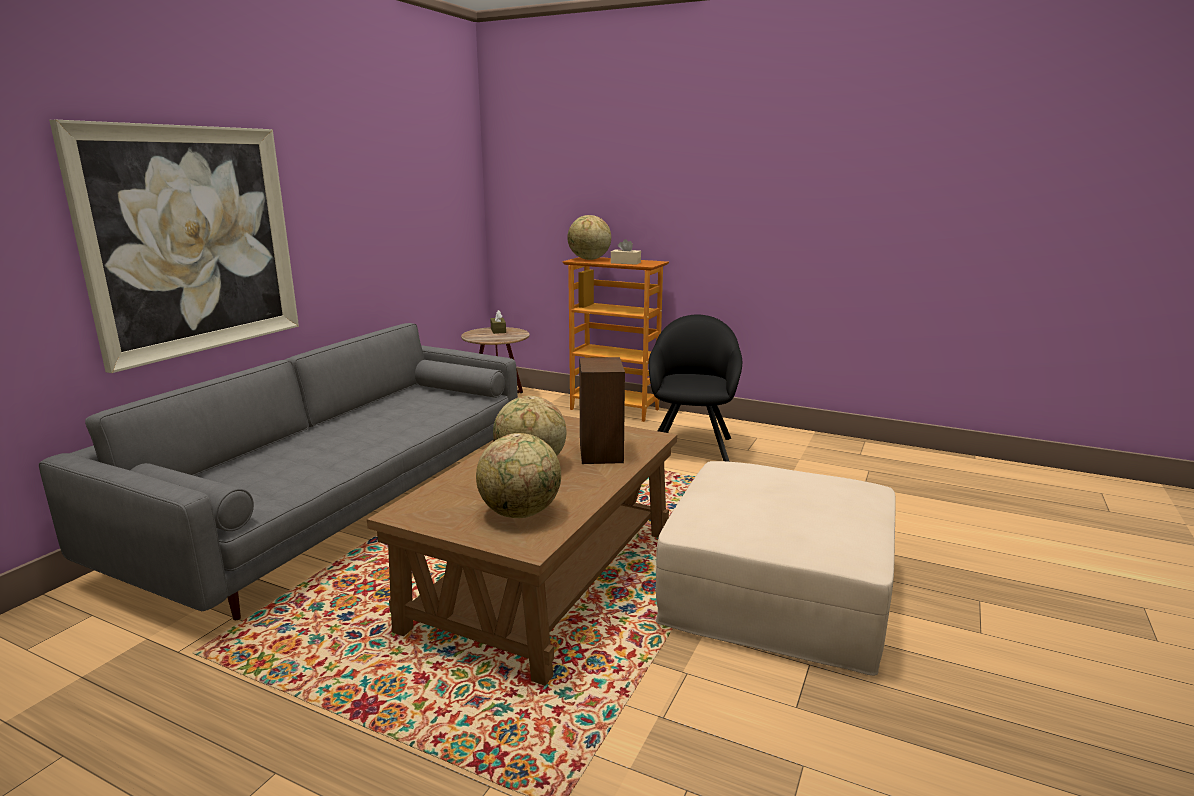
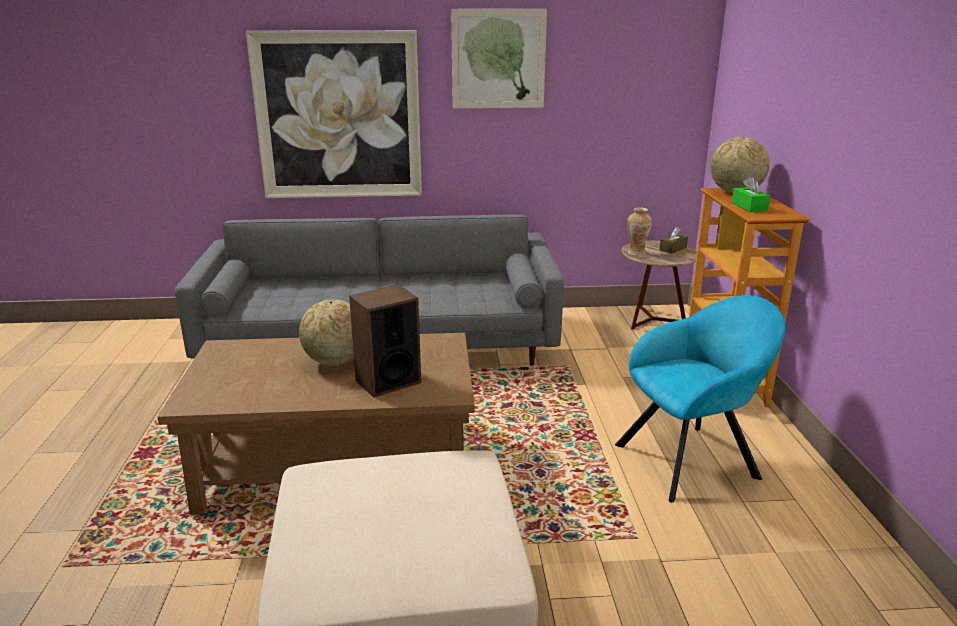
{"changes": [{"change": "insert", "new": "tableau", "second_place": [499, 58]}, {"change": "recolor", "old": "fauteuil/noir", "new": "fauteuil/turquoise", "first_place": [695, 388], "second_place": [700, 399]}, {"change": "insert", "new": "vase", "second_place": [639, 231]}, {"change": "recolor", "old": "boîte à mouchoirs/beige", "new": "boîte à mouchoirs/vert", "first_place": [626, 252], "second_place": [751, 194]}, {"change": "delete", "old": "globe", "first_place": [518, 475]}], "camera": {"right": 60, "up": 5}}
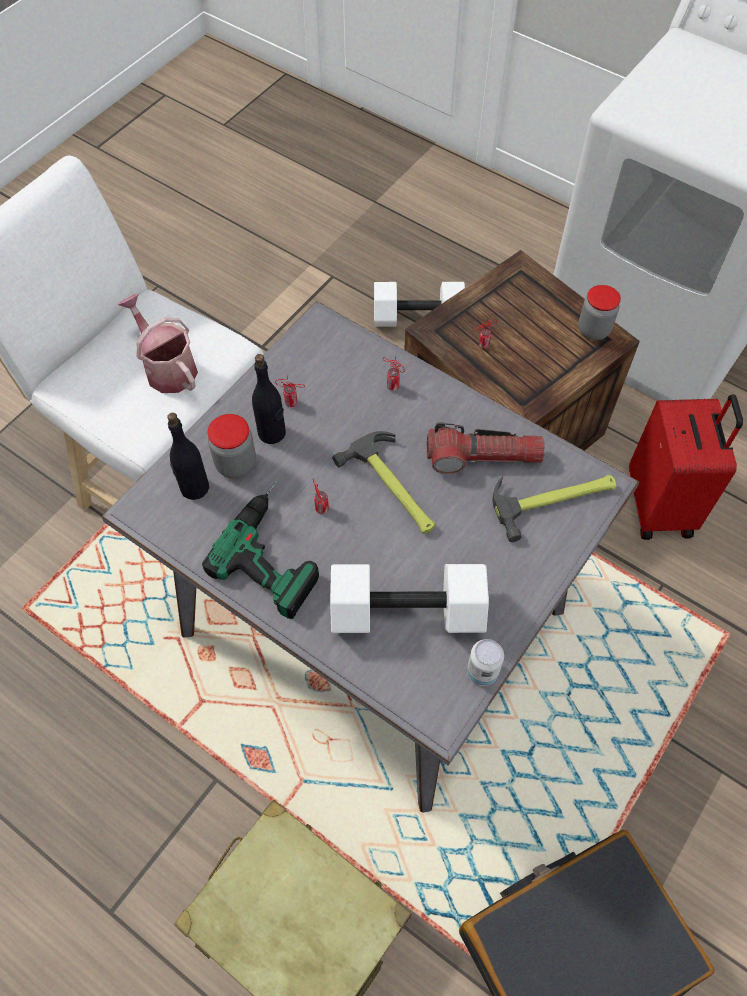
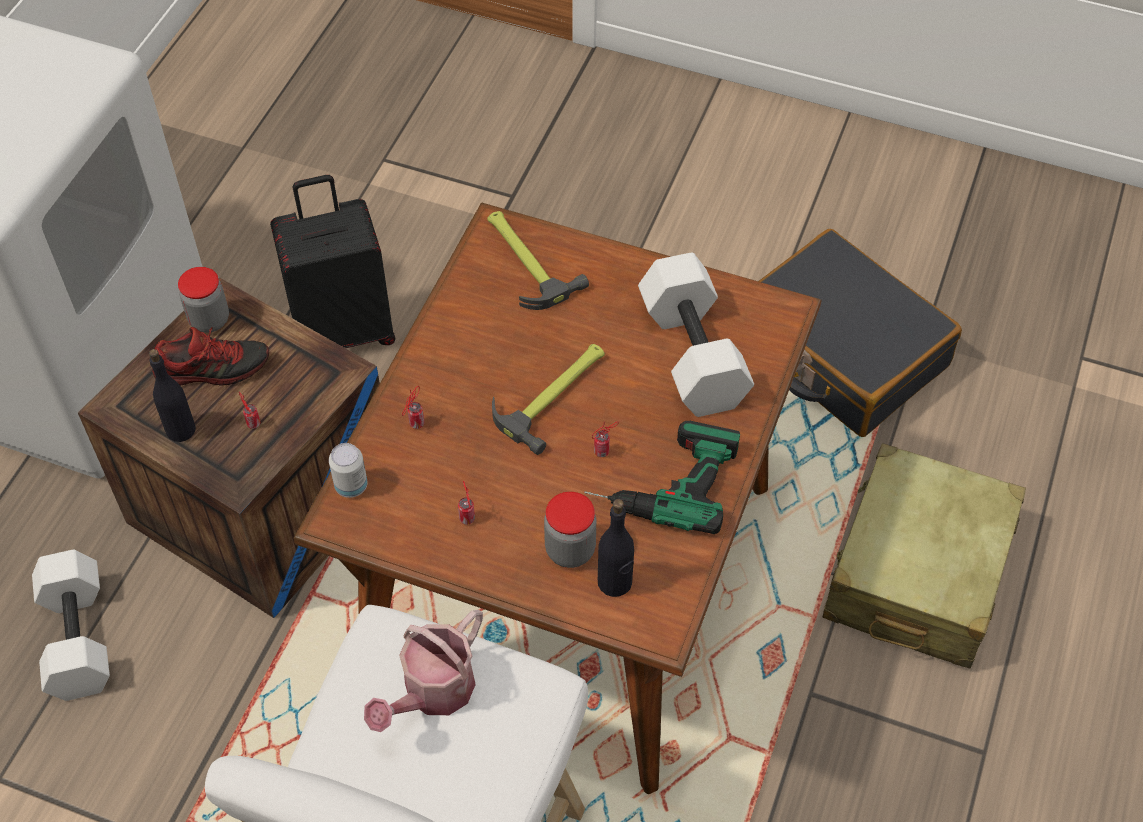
{"changes": [{"change": "move", "old": "bouteille/noir", "first_place": [269, 399], "second_place": [172, 395]}, {"change": "insert", "new": "chaussure", "second_place": [210, 356]}, {"change": "recolor", "old": "valise/rouge", "new": "valise/noir", "first_place": [686, 467], "second_place": [332, 261]}, {"change": "recolor", "old": "table à manger/gris", "new": "table à manger/marron", "first_place": [370, 557], "second_place": [557, 498]}, {"change": "move", "old": "boîte métallique", "first_place": [485, 662], "second_place": [348, 470]}, {"change": "delete", "old": "lampe de poche", "first_place": [485, 448]}], "camera": {"right": -105, "up": -5}}
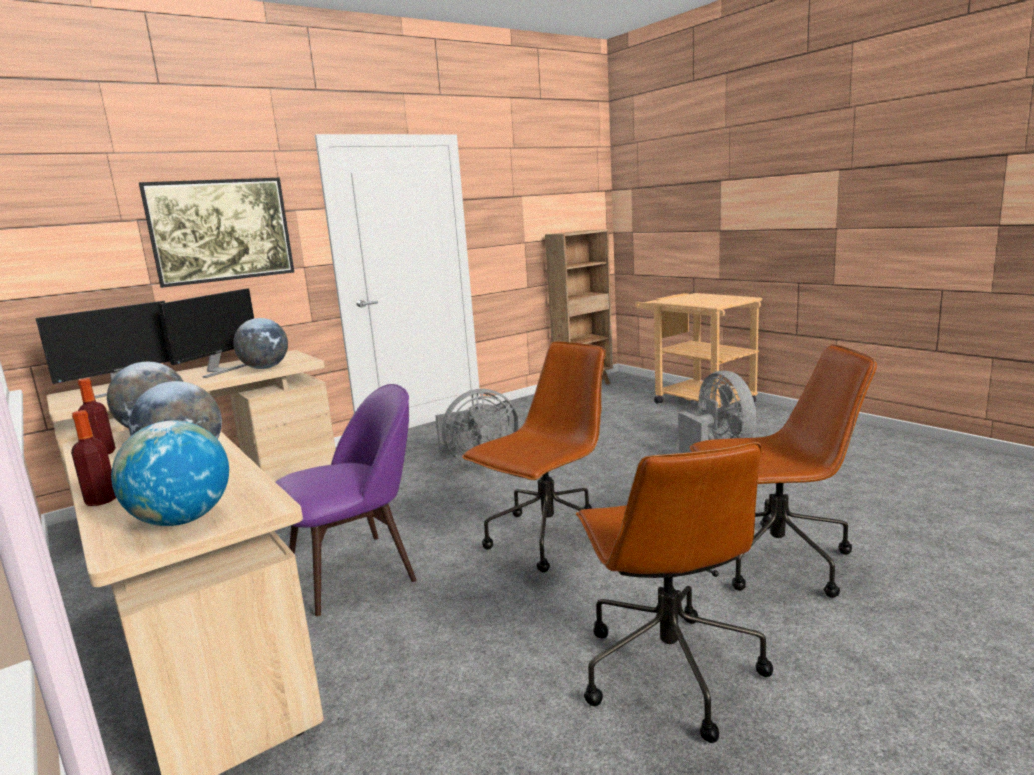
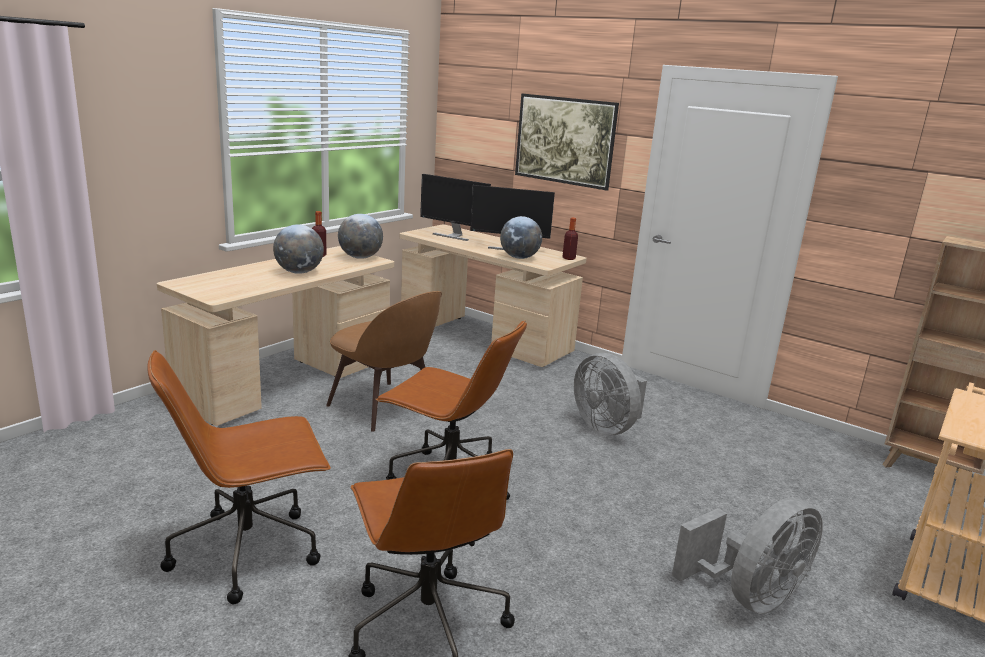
{"changes": [{"change": "recolor", "old": "chaise/violet", "new": "chaise/marron", "first_place": [346, 500], "second_place": [384, 361]}, {"change": "move", "old": "bouteille", "first_place": [93, 458], "second_place": [570, 239]}, {"change": "delete", "old": "globe", "first_place": [170, 473]}], "camera": {"right": 70, "up": 5}}
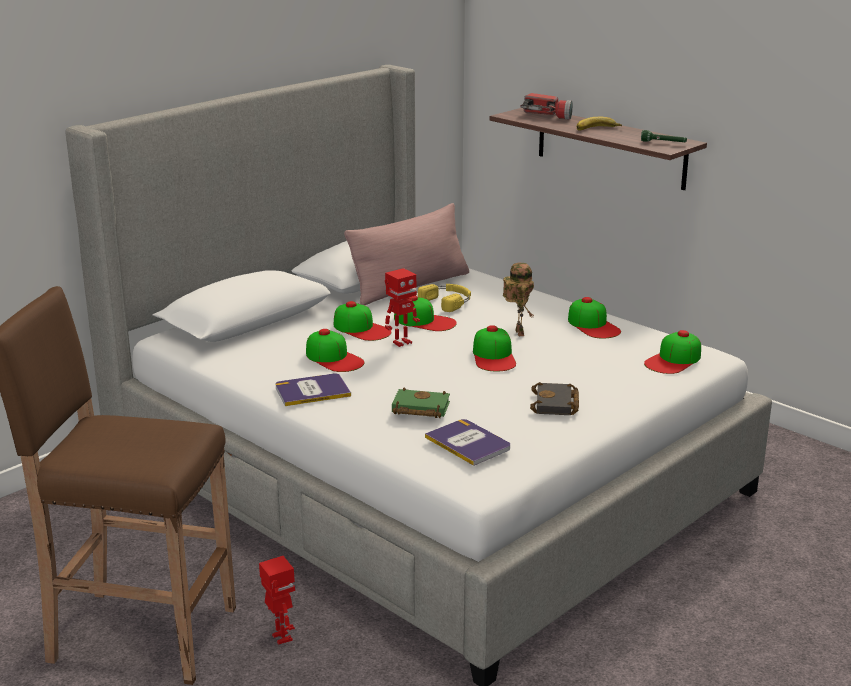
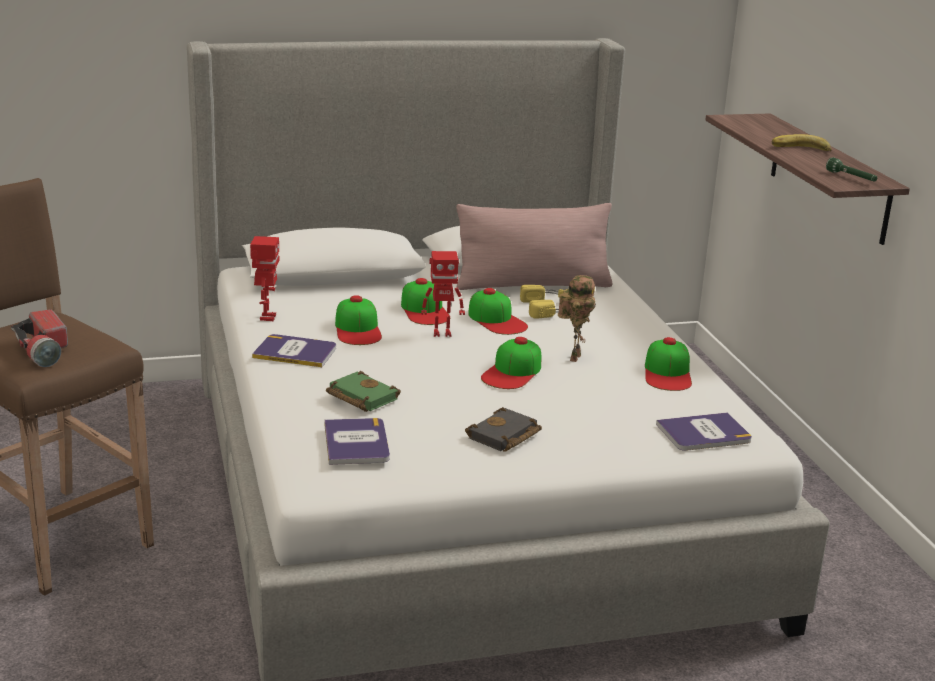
{"changes": [{"change": "move", "old": "lampe de poche", "first_place": [546, 106], "second_place": [39, 338]}, {"change": "move", "old": "robot jouet", "first_place": [277, 600], "second_place": [265, 278]}, {"change": "replace", "old": "casquette", "new": "livre", "first_place": [672, 352], "second_place": [704, 431]}], "camera": {"right": 30, "up": 0}}
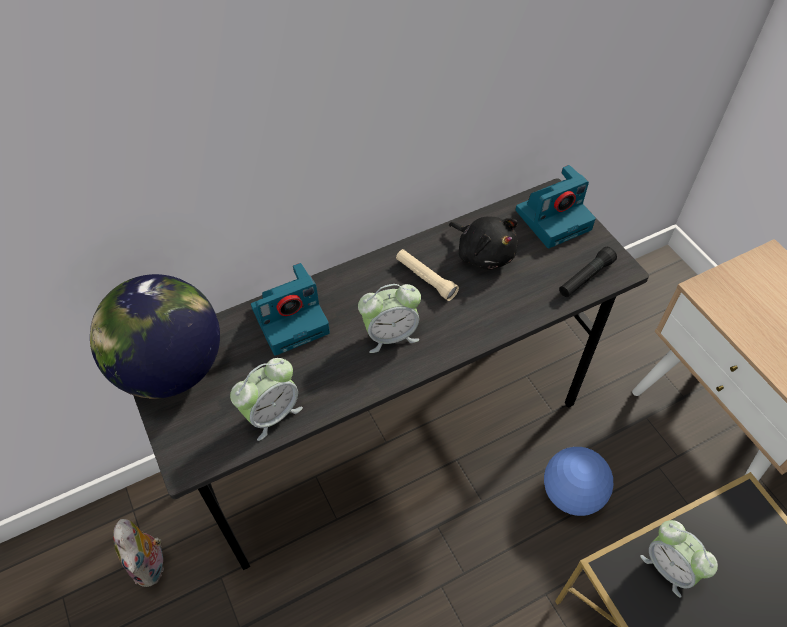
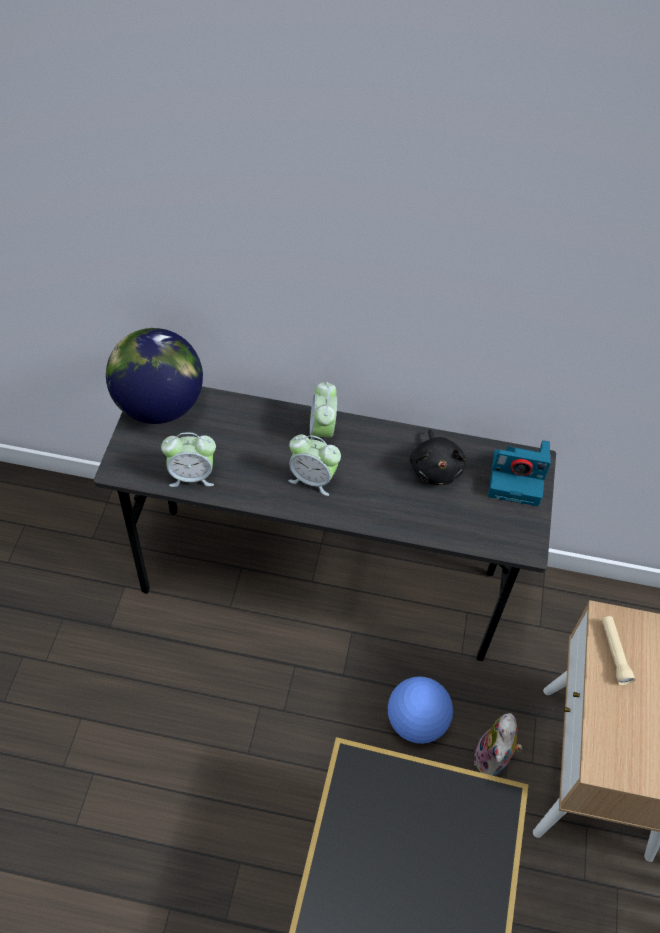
{"changes": [{"change": "move", "old": "réveil", "first_place": [679, 559], "second_place": [323, 411]}, {"change": "move", "old": "peluche", "first_place": [139, 553], "second_place": [498, 744]}, {"change": "move", "old": "lampe de poche/beige", "first_place": [427, 275], "second_place": [618, 650]}, {"change": "delete", "old": "appareil photo", "first_place": [290, 309]}, {"change": "delete", "old": "lampe de poche/noir", "first_place": [588, 272]}], "camera": {"right": 35, "up": 0}}
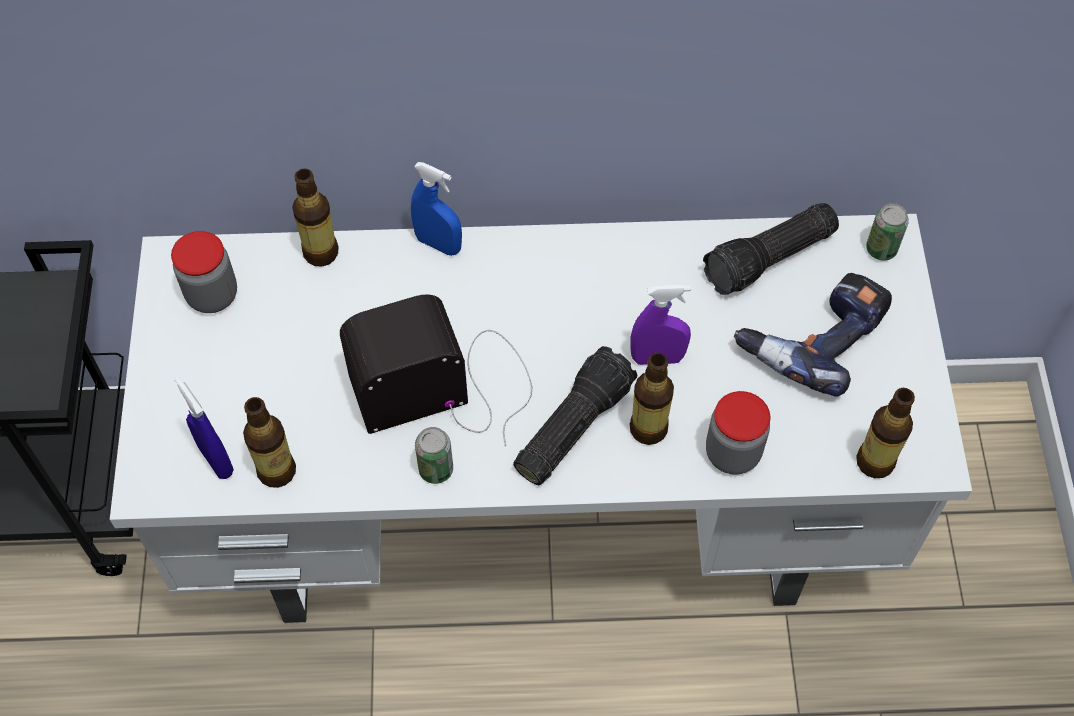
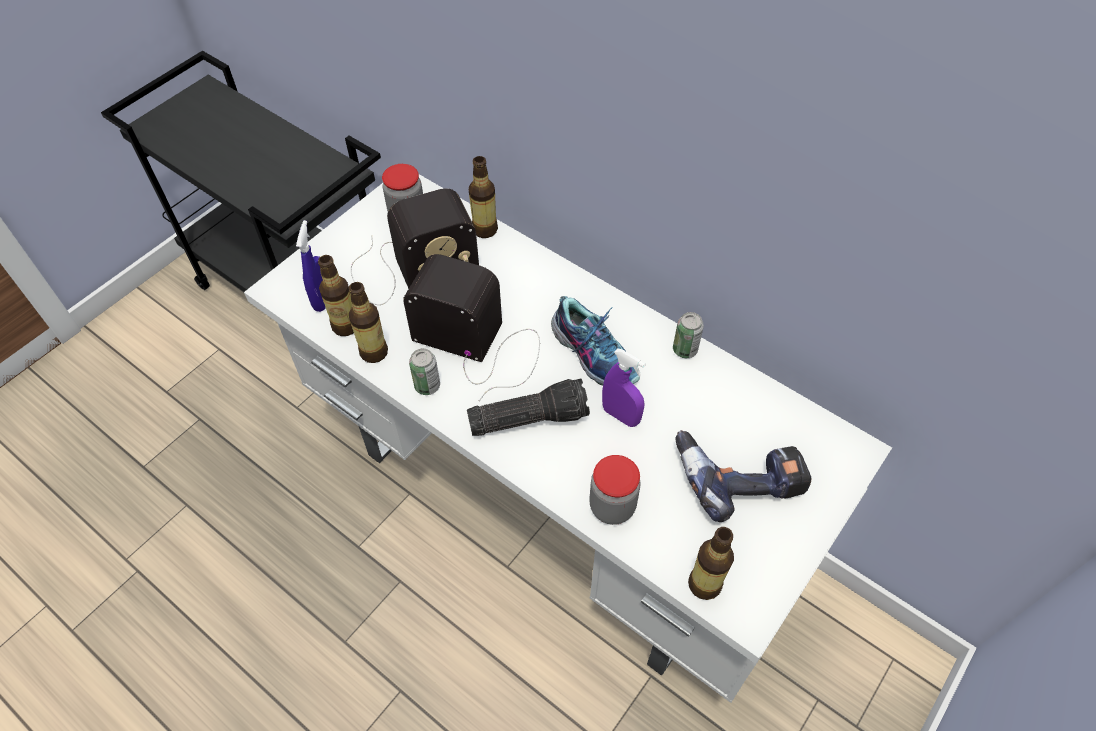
{"changes": [{"change": "move", "old": "bouteille", "first_place": [651, 399], "second_place": [368, 322]}, {"change": "insert", "new": "radio", "second_place": [415, 246]}, {"change": "insert", "new": "chaussure", "second_place": [595, 340]}, {"change": "move", "old": "boîte métallique", "first_place": [887, 232], "second_place": [688, 335]}, {"change": "delete", "old": "vaporisateur/bleu", "first_place": [436, 209]}, {"change": "delete", "old": "lampe de poche", "first_place": [771, 249]}], "camera": {"right": 40, "up": -5}}
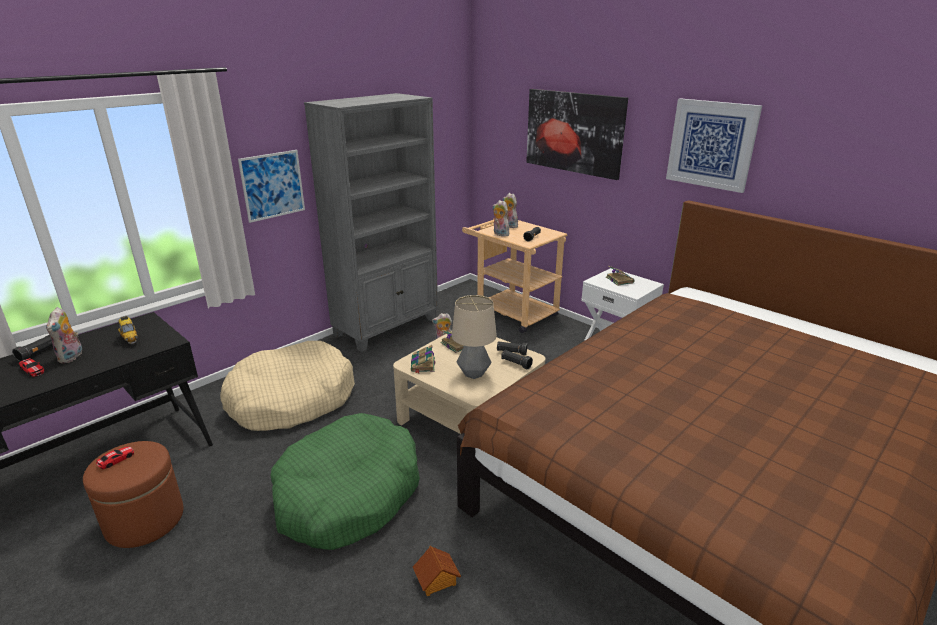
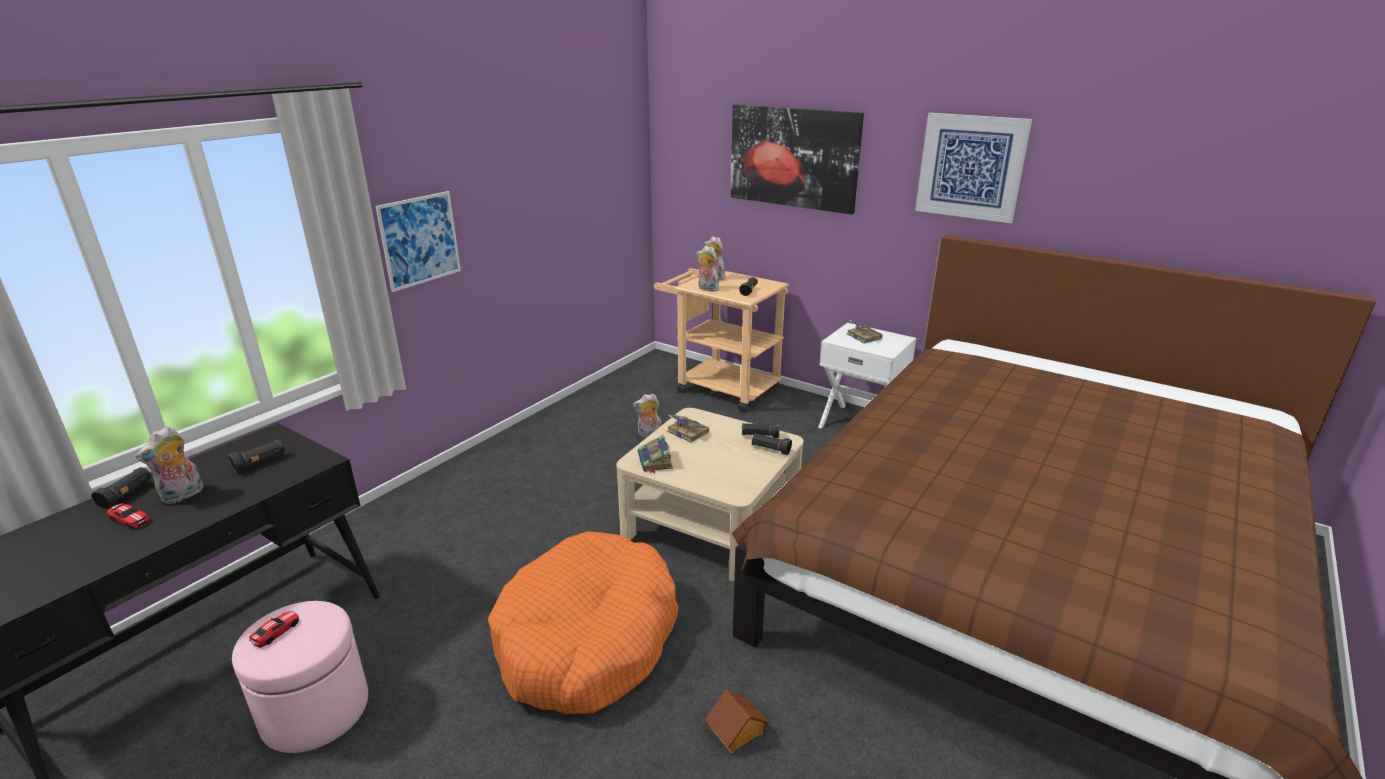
{"changes": [{"change": "rotate", "old": "peluche", "first_place": [65, 335], "second_place": [169, 465], "degrees": 45}, {"change": "replace", "old": "petite voiture", "new": "lampe de poche/noir", "first_place": [128, 330], "second_place": [256, 456]}, {"change": "recolor", "old": "pouf/marron", "new": "pouf/rose", "first_place": [133, 494], "second_place": [300, 677]}, {"change": "recolor", "old": "panier pour chien/vert", "new": "panier pour chien/orange", "first_place": [345, 481], "second_place": [583, 622]}, {"change": "delete", "old": "panier pour chien/beige", "first_place": [287, 386]}, {"change": "delete", "old": "bibliothèque/gris", "first_place": [371, 222]}, {"change": "delete", "old": "lampe de table", "first_place": [474, 337]}], "camera": {"right": -10, "up": 0}}
